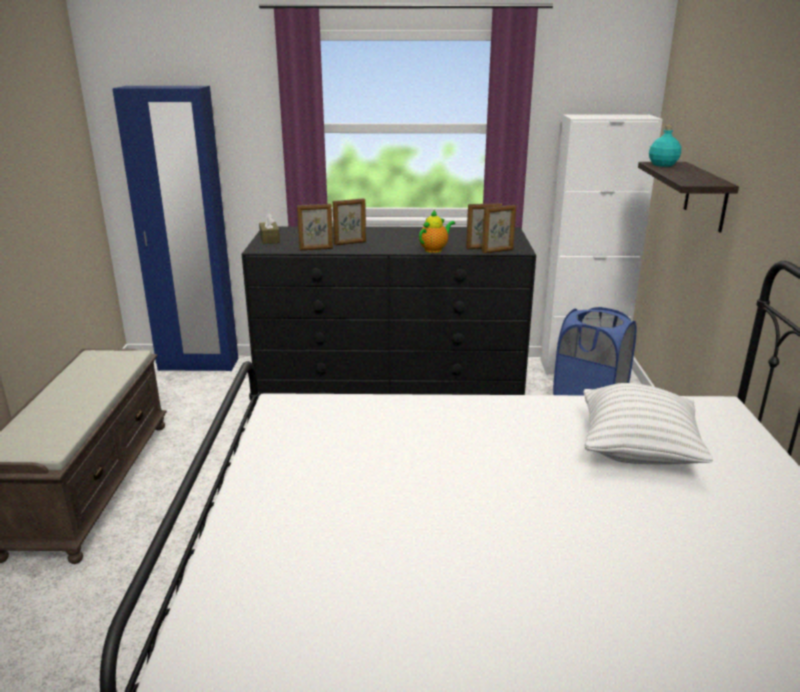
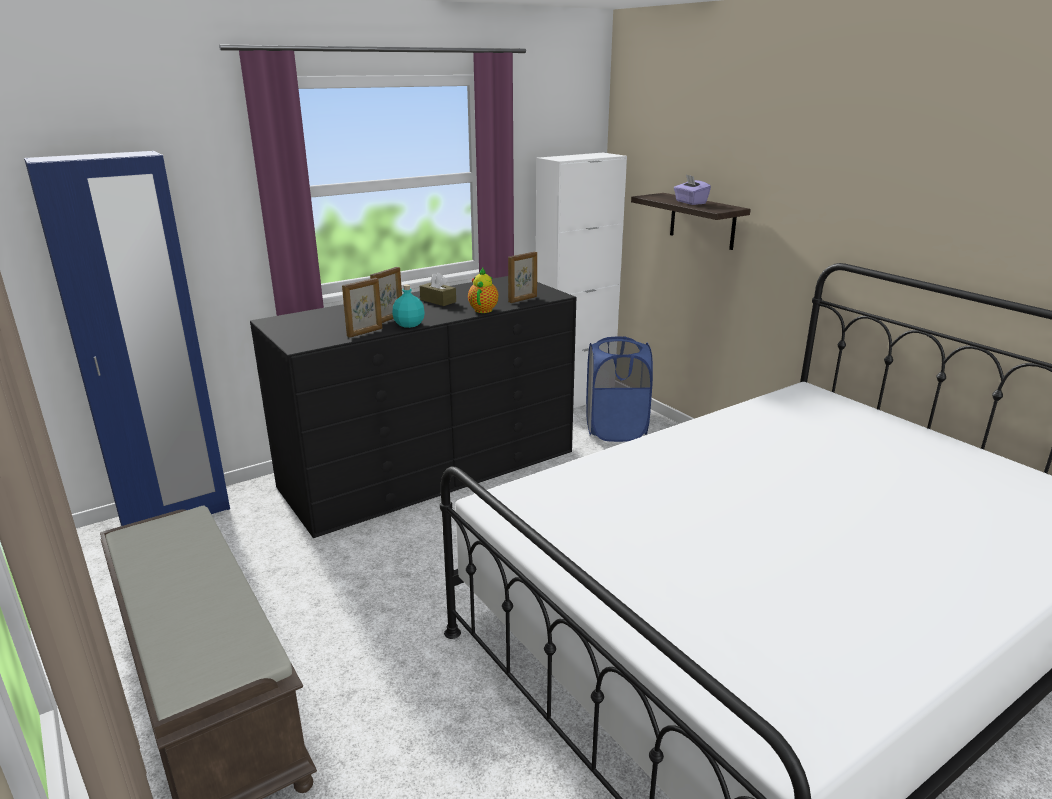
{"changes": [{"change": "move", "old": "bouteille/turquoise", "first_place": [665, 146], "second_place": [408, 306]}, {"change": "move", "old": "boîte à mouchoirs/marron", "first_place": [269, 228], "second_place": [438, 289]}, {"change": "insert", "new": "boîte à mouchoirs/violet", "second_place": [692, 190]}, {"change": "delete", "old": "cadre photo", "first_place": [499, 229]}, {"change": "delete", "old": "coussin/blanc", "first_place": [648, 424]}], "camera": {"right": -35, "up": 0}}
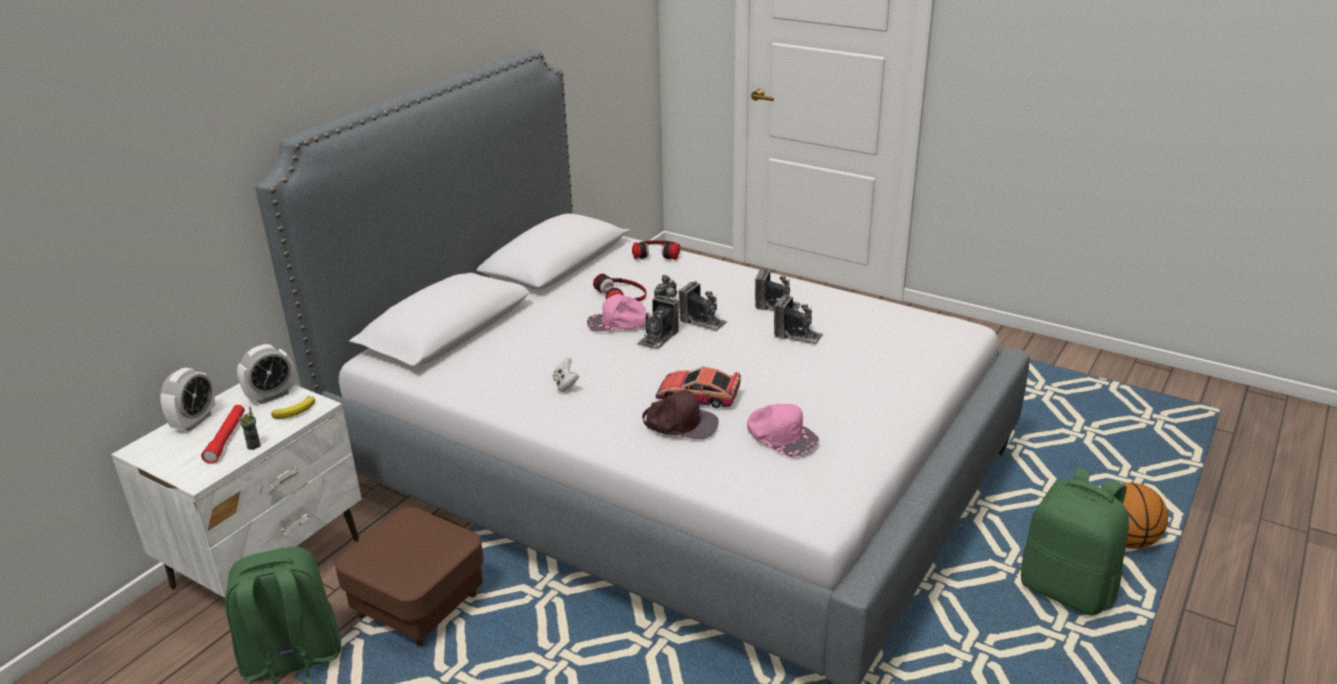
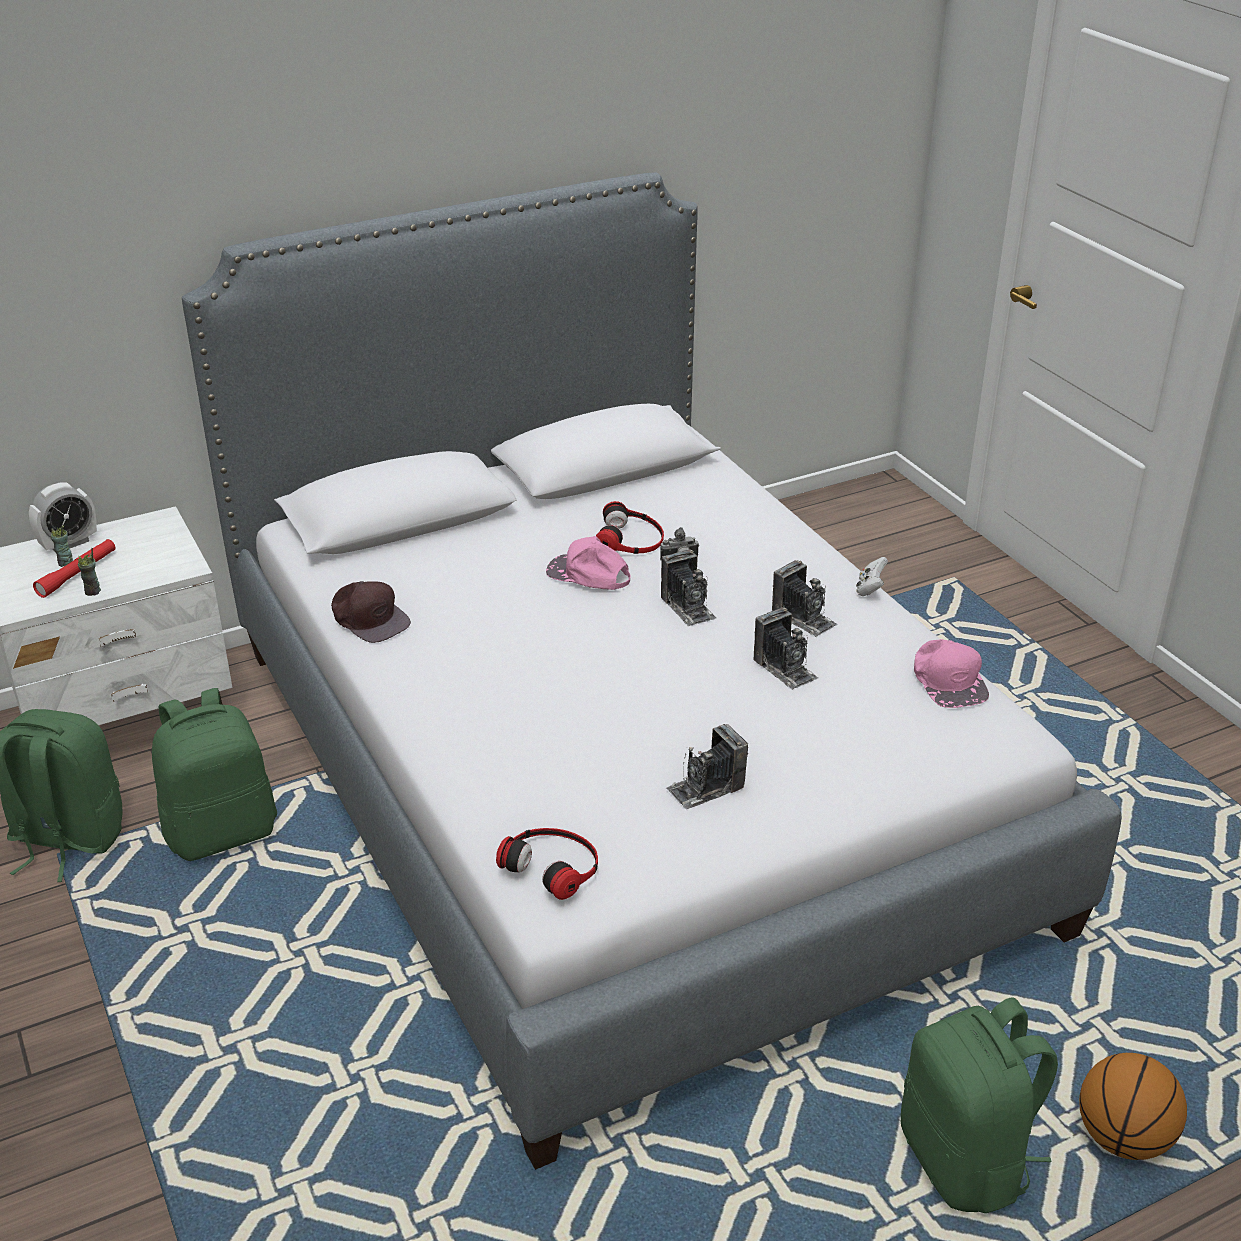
{"changes": [{"change": "insert", "new": "tasse", "second_place": [62, 546]}, {"change": "replace", "old": "pouf/marron", "new": "sac à dos/vert", "first_place": [409, 577], "second_place": [214, 774]}, {"change": "move", "old": "casquette/marron", "first_place": [680, 414], "second_place": [371, 612]}, {"change": "move", "old": "casque audio", "first_place": [656, 250], "second_place": [547, 864]}, {"change": "move", "old": "appareil photo", "first_place": [658, 322], "second_place": [707, 766]}, {"change": "move", "old": "manette/blanc", "first_place": [565, 374], "second_place": [872, 576]}, {"change": "move", "old": "casquette/rose", "first_place": [783, 430], "second_place": [951, 673]}, {"change": "delete", "old": "réveil", "first_place": [266, 374]}, {"change": "delete", "old": "banane", "first_place": [293, 407]}, {"change": "delete", "old": "petite voiture", "first_place": [698, 387]}], "camera": {"right": 30, "up": 5}}
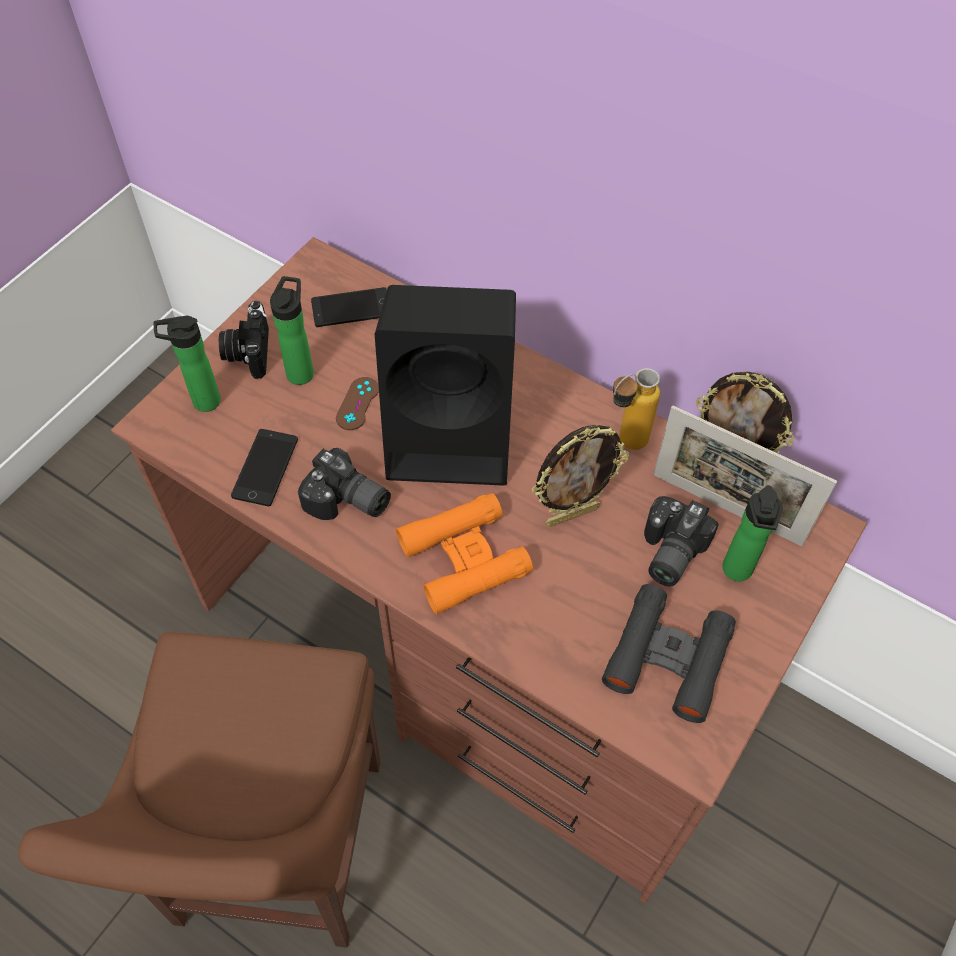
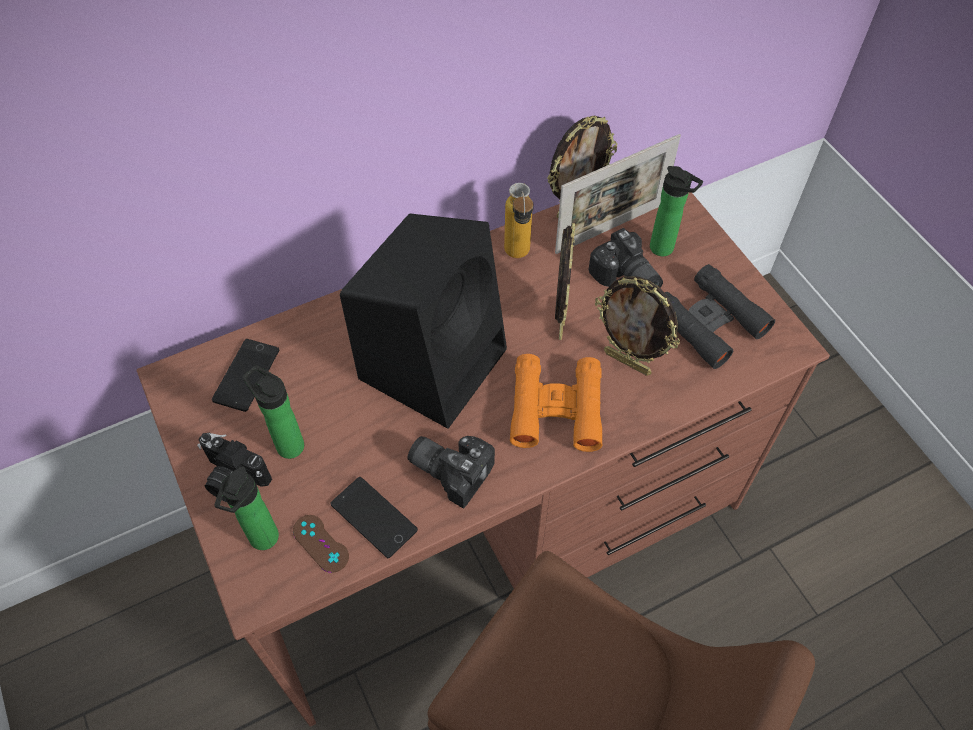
{"changes": [{"change": "move", "old": "manette/marron", "first_place": [357, 403], "second_place": [321, 544]}, {"change": "rotate", "old": "appareil photo", "first_place": [344, 484], "second_place": [451, 472], "degrees": -120}, {"change": "insert", "new": "cadre photo", "second_place": [637, 326]}], "camera": {"right": -60, "up": 0}}
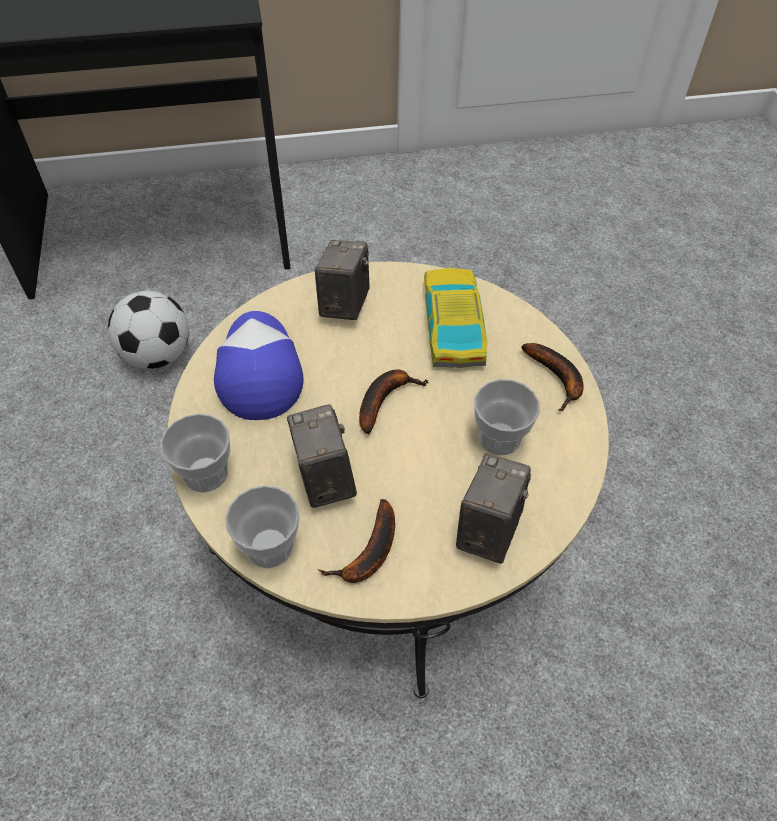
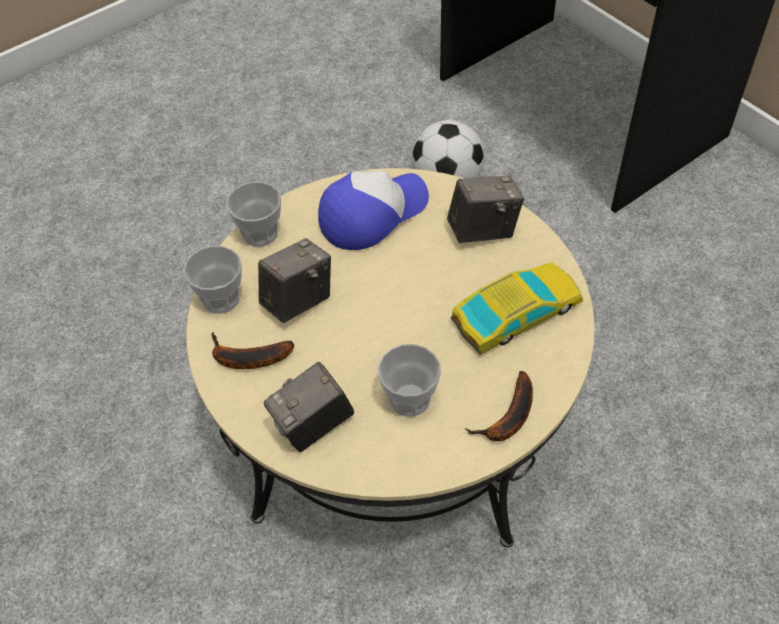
{"changes": [{"change": "rotate", "old": "appareil photo", "first_place": [493, 509], "second_place": [308, 407], "degrees": 150}, {"change": "delete", "old": "banane", "first_place": [394, 402]}], "camera": {"right": 65, "up": 0}}
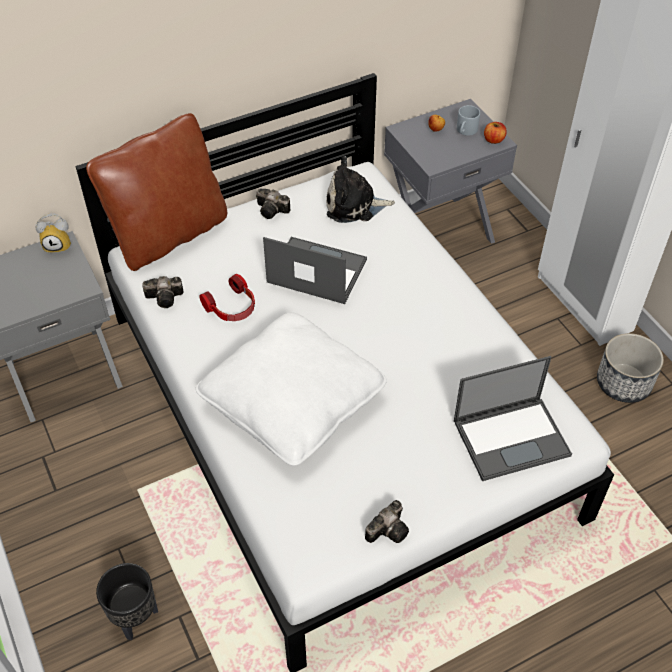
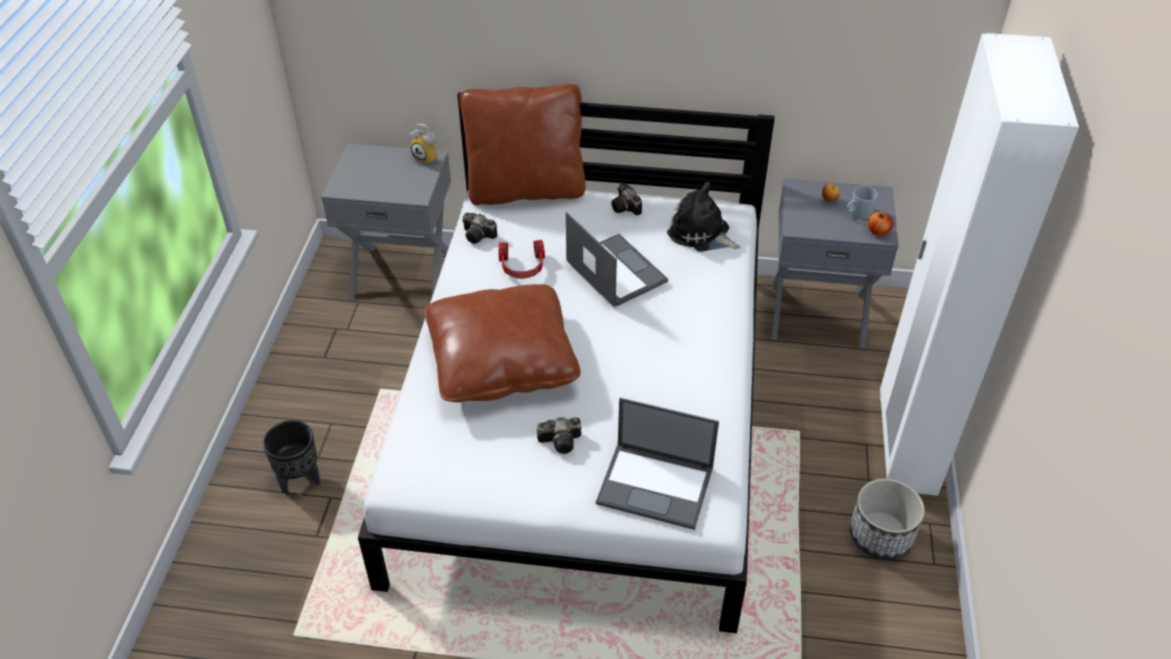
{"changes": [{"change": "recolor", "old": "coussin/blanc", "new": "coussin/marron", "first_place": [291, 389], "second_place": [502, 343]}, {"change": "move", "old": "appareil photo", "first_place": [387, 521], "second_place": [559, 435]}], "camera": {"right": 35, "up": -5}}
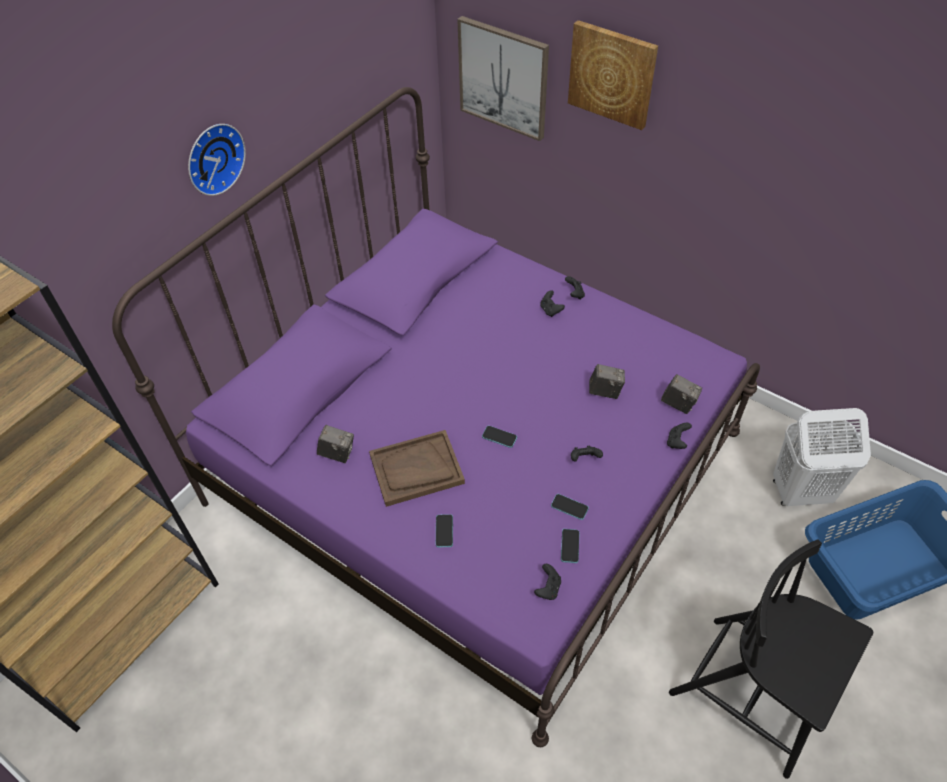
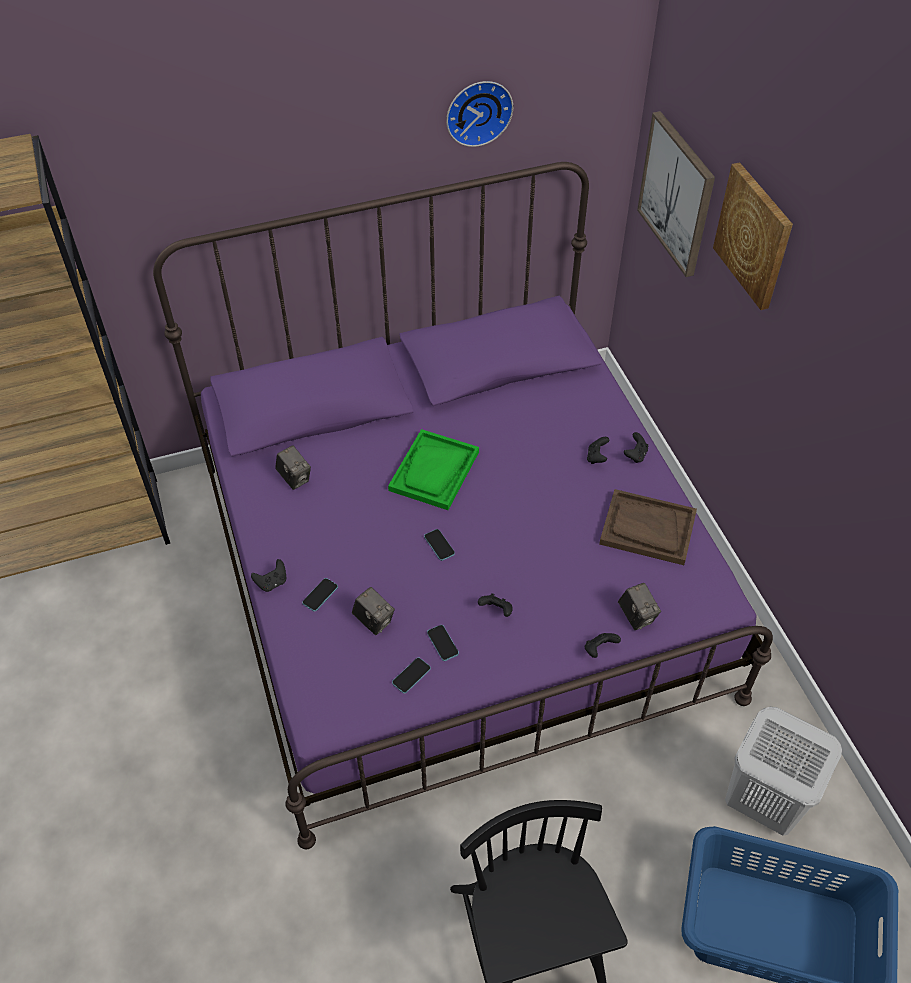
{"changes": [{"change": "move", "old": "manette/noir", "first_place": [547, 582], "second_place": [268, 575]}, {"change": "move", "old": "appareil photo", "first_place": [607, 381], "second_place": [373, 611]}, {"change": "insert", "new": "plateau/vert", "second_place": [433, 469]}, {"change": "move", "old": "horloge murale", "first_place": [217, 160], "second_place": [479, 114]}, {"change": "move", "old": "plateau/marron", "first_place": [417, 468], "second_place": [648, 527]}], "camera": {"right": 35, "up": 0}}
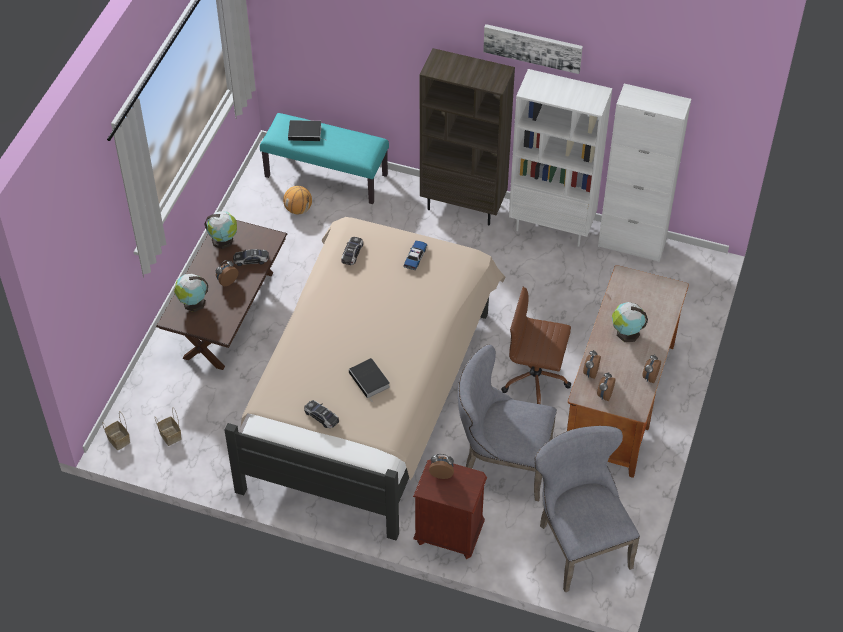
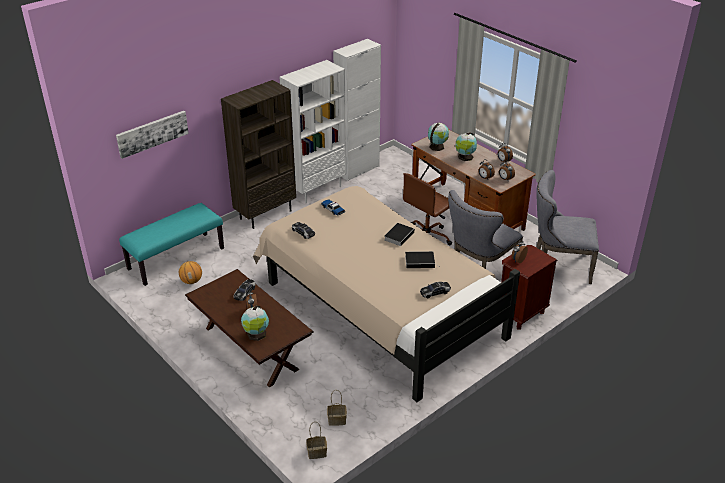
{"changes": [{"change": "move", "old": "tableau", "first_place": [533, 49], "second_place": [152, 135]}, {"change": "move", "old": "livre", "first_place": [307, 130], "second_place": [399, 234]}, {"change": "move", "old": "globe", "first_place": [220, 230], "second_place": [438, 137]}], "camera": {"right": -60, "up": -15}}
